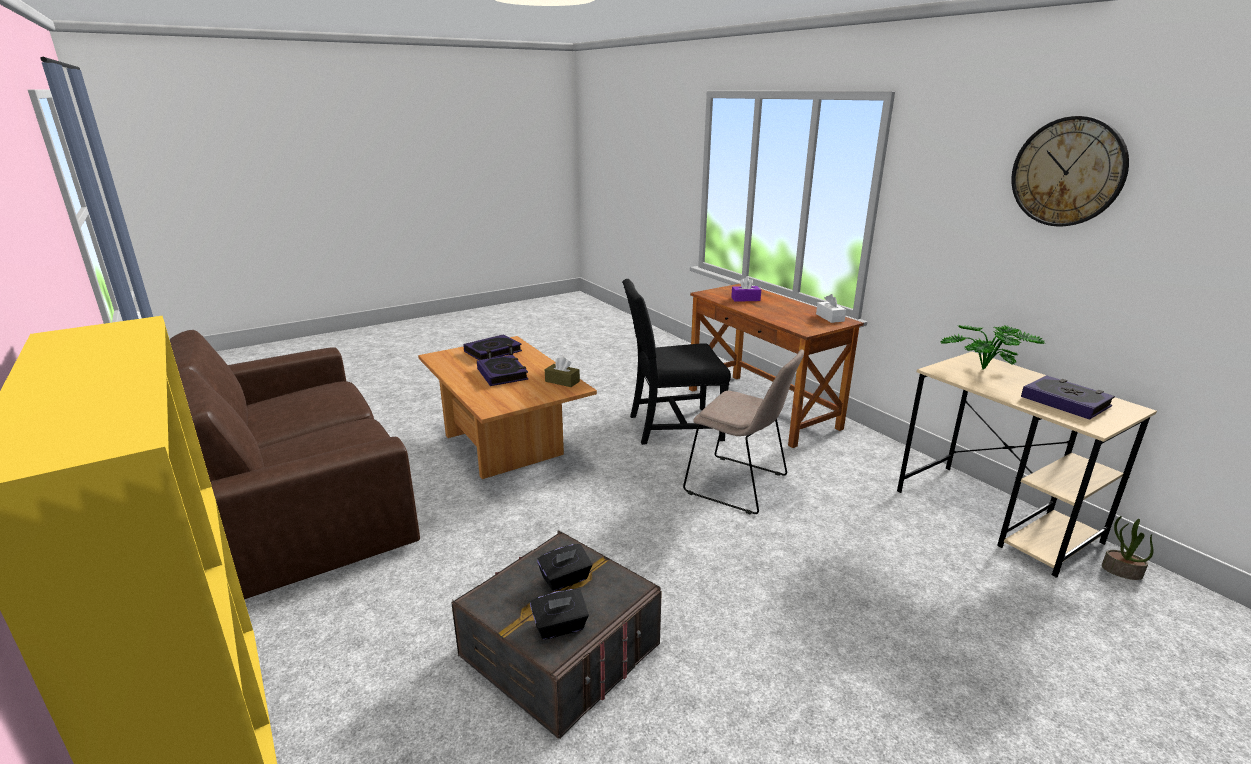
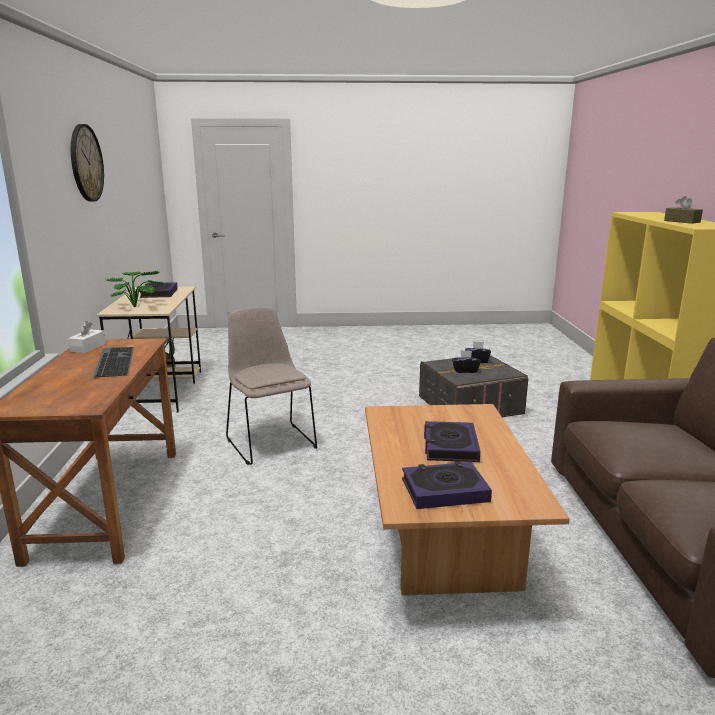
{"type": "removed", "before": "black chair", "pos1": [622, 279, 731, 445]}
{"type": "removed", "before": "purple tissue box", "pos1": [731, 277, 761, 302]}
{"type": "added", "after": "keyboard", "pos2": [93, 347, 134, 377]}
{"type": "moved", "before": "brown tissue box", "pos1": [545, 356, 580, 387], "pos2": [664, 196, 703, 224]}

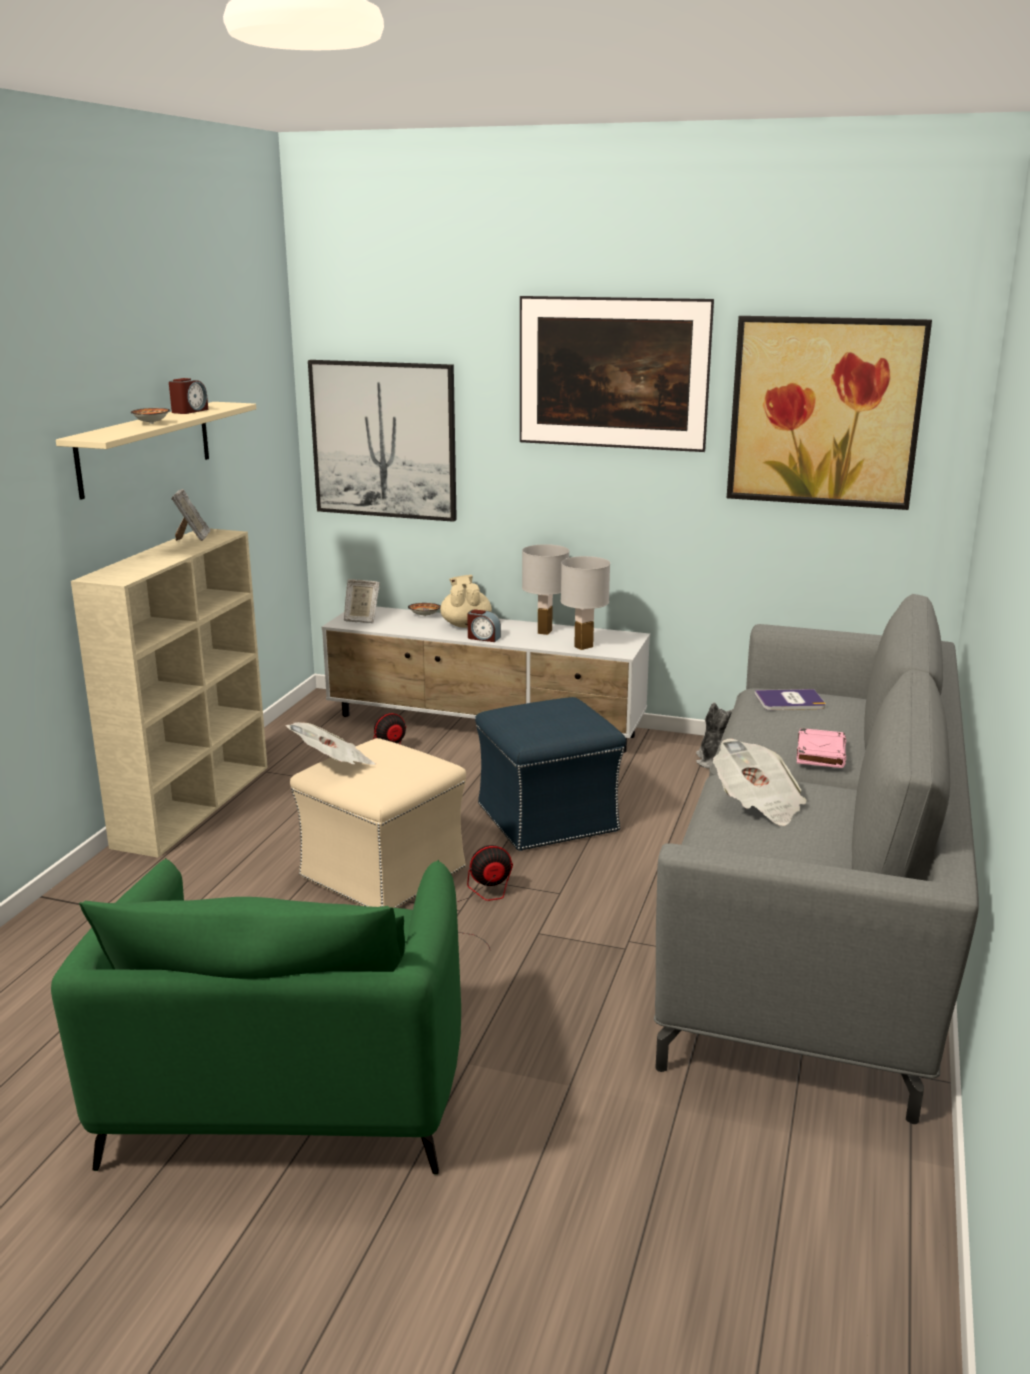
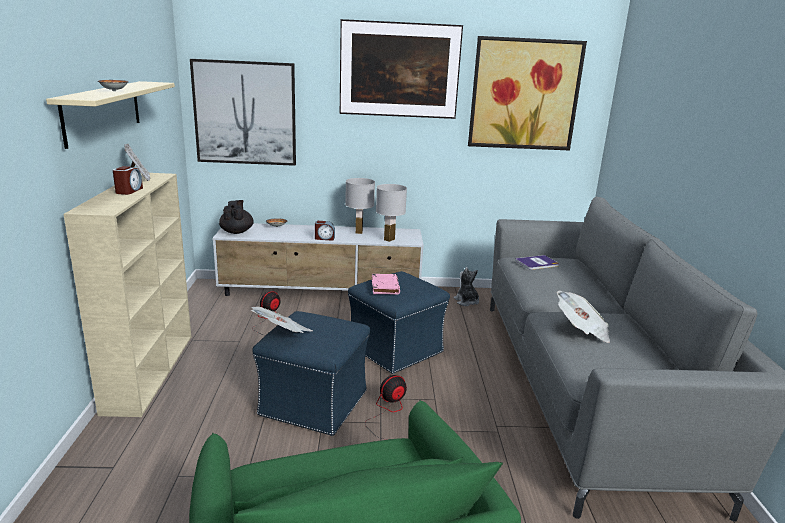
{"type": "removed", "before": "beige teapot", "pos1": [440, 575, 492, 628]}
{"type": "moved", "before": "alarm clock", "pos1": [169, 378, 208, 414], "pos2": [113, 166, 143, 195]}
{"type": "moved", "before": "pink book", "pos1": [796, 728, 846, 768], "pos2": [372, 274, 400, 294]}
{"type": "replaced", "before": "picture frame", "after": "black teapot", "pos1": [344, 579, 380, 623], "pos2": [219, 200, 254, 234]}
{"type": "recoloured", "before": "beige ottoman", "after": "blue ottoman", "pos1": [290, 738, 466, 908], "pos2": [252, 311, 370, 436]}

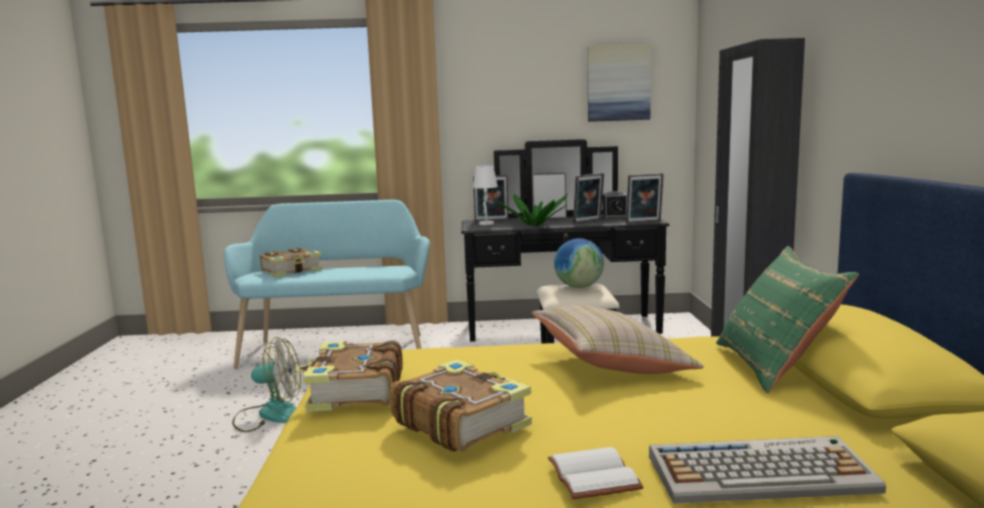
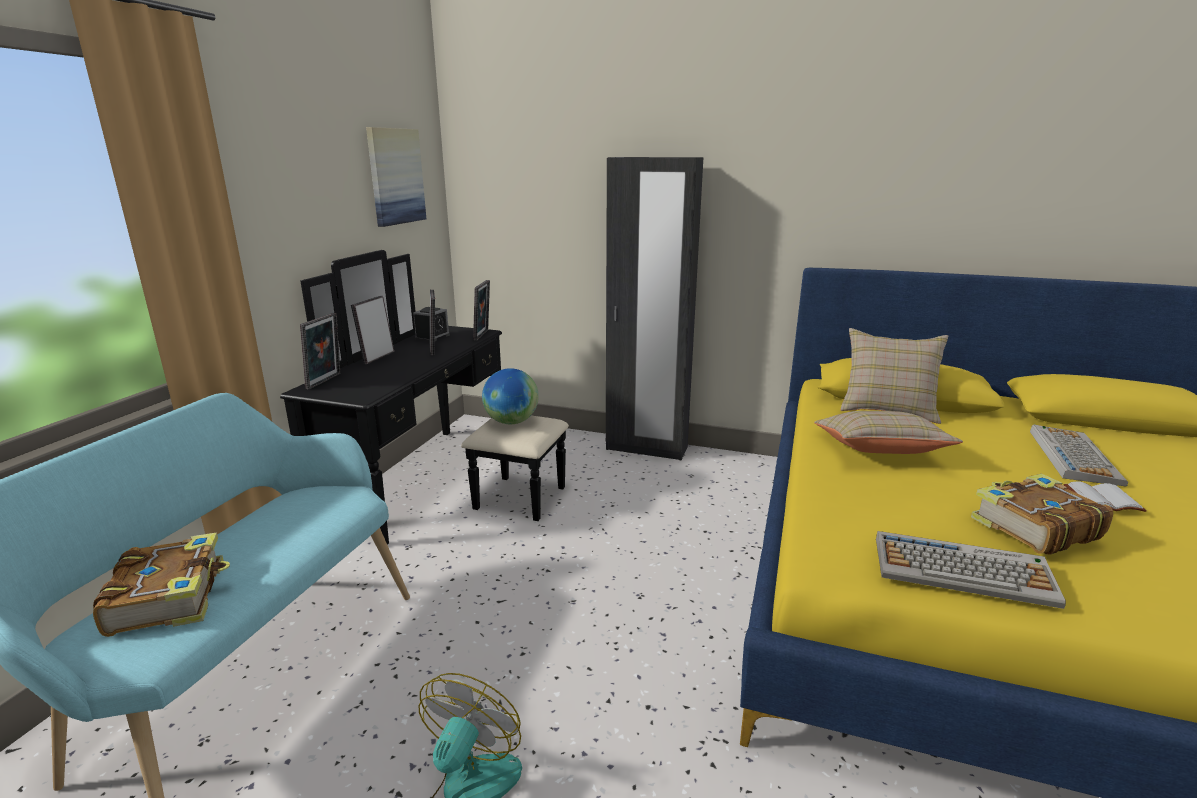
{"type": "removed", "before": "white table lamp", "pos1": [473, 165, 498, 225]}
{"type": "removed", "before": "potted plant", "pos1": [497, 193, 568, 226]}
{"type": "replaced", "before": "book", "after": "keyboard", "pos1": [296, 340, 403, 412], "pos2": [876, 531, 1066, 609]}
{"type": "recoloured", "before": "green pillow", "after": "beige pillow", "pos1": [716, 246, 859, 394], "pos2": [841, 328, 948, 424]}

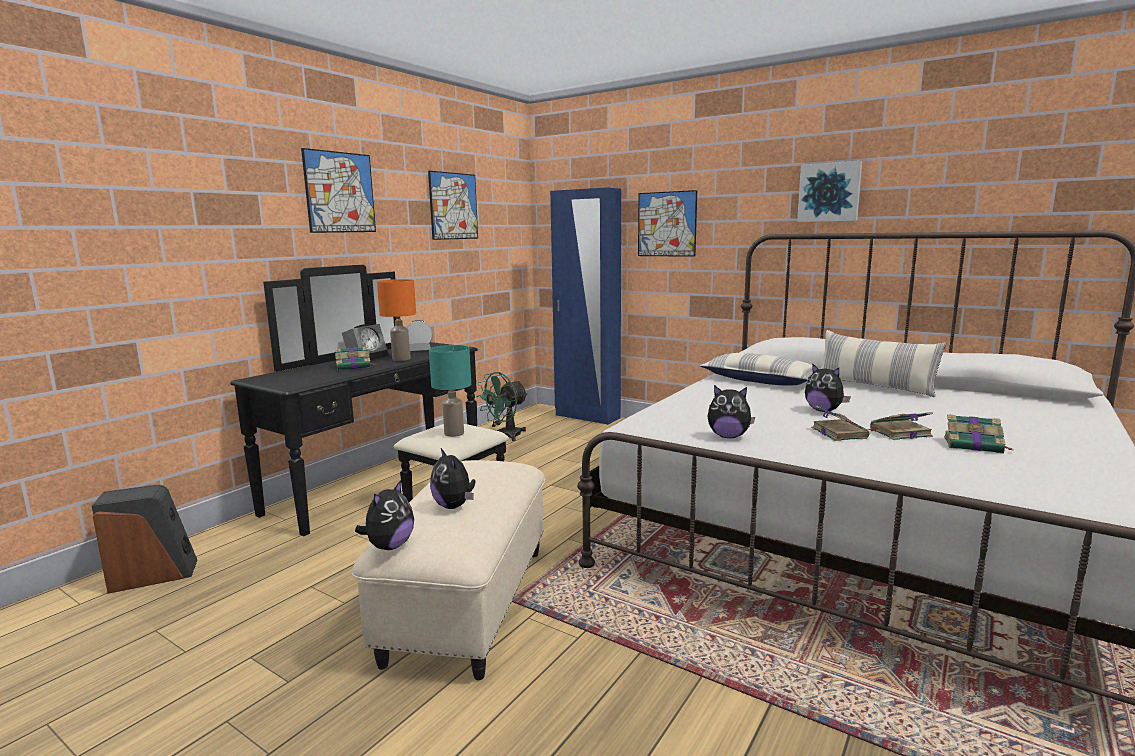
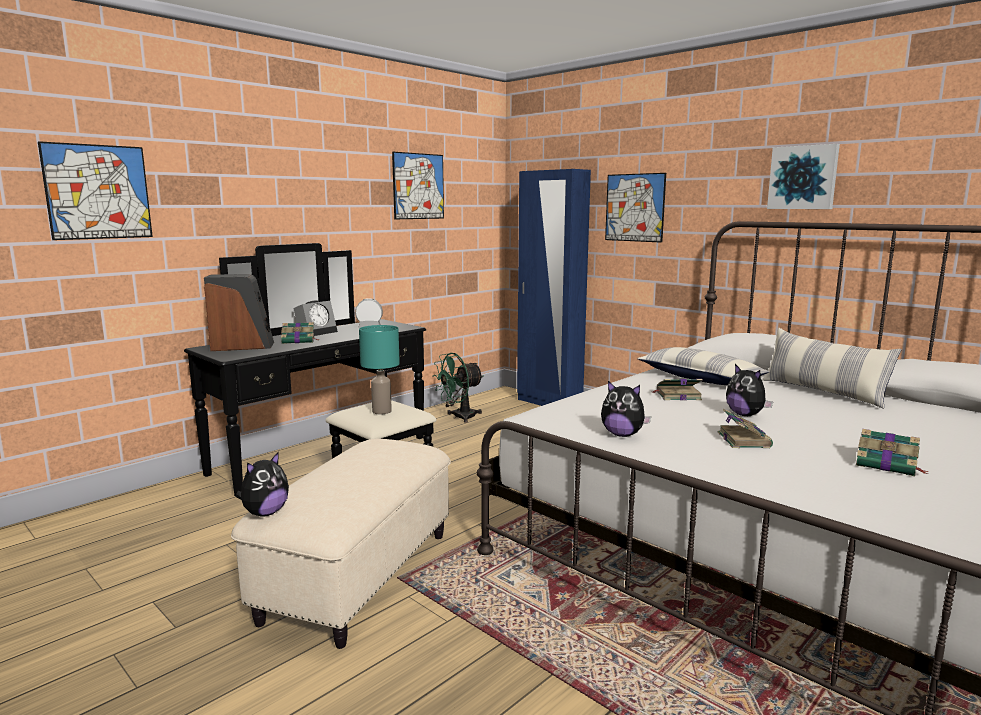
{"type": "removed", "before": "orange table lamp", "pos1": [377, 279, 416, 361]}
{"type": "removed", "before": "plush toy", "pos1": [430, 448, 475, 509]}
{"type": "moved", "before": "speaker", "pos1": [92, 485, 198, 594], "pos2": [204, 274, 274, 351]}
{"type": "moved", "before": "picture", "pos1": [301, 148, 376, 233], "pos2": [38, 141, 153, 240]}
{"type": "moved", "before": "book", "pos1": [868, 412, 933, 440], "pos2": [652, 379, 703, 400]}

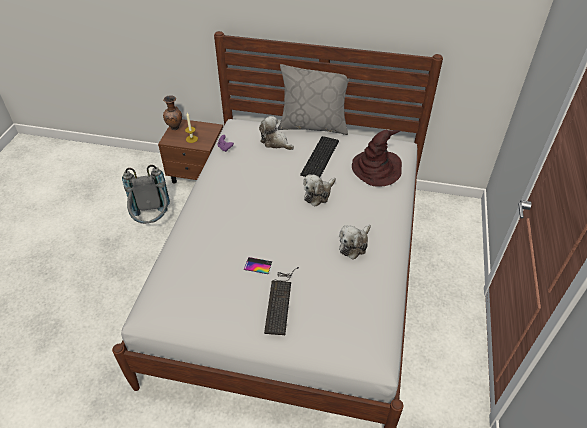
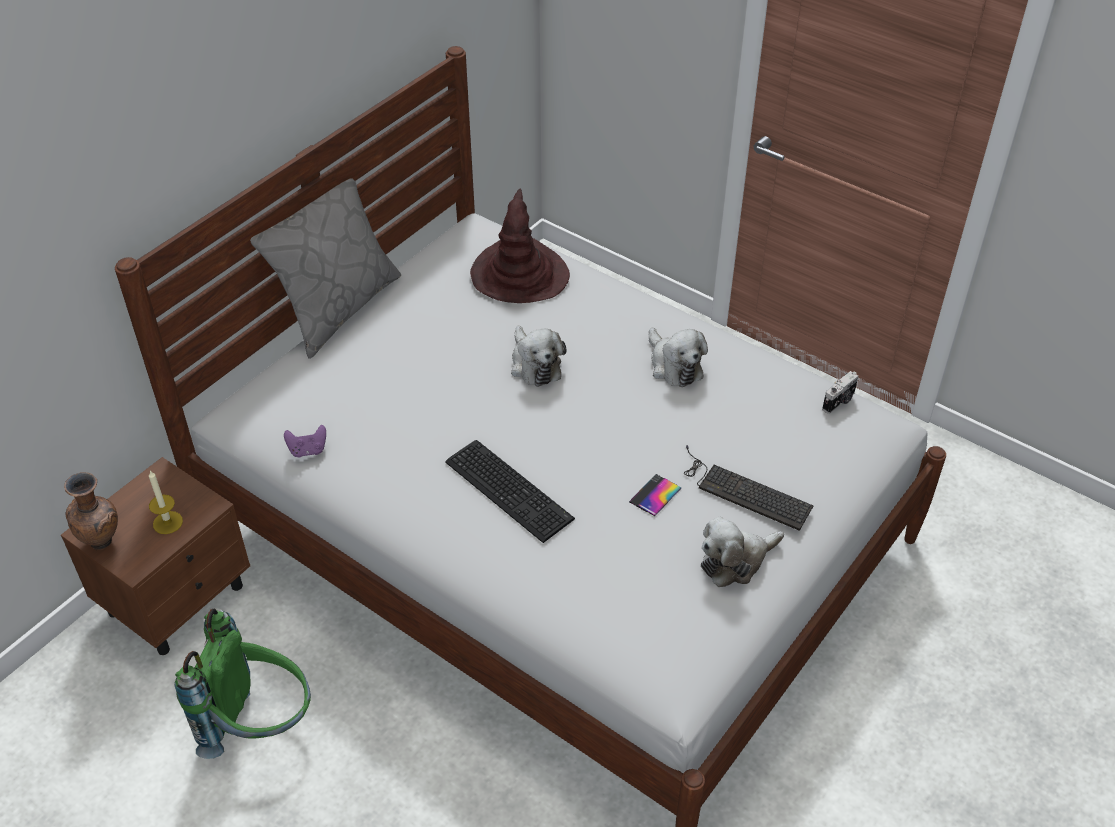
{"type": "added", "after": "photo camera", "pos2": [822, 371, 858, 414]}
{"type": "moved", "before": "plush toy", "pos1": [259, 116, 294, 150], "pos2": [701, 517, 784, 587]}
{"type": "moved", "before": "keyboard", "pos1": [300, 136, 339, 177], "pos2": [445, 440, 575, 543]}
{"type": "recoloured", "before": "grey backpack", "after": "green backpack", "pos1": [122, 165, 170, 224], "pos2": [174, 608, 311, 759]}

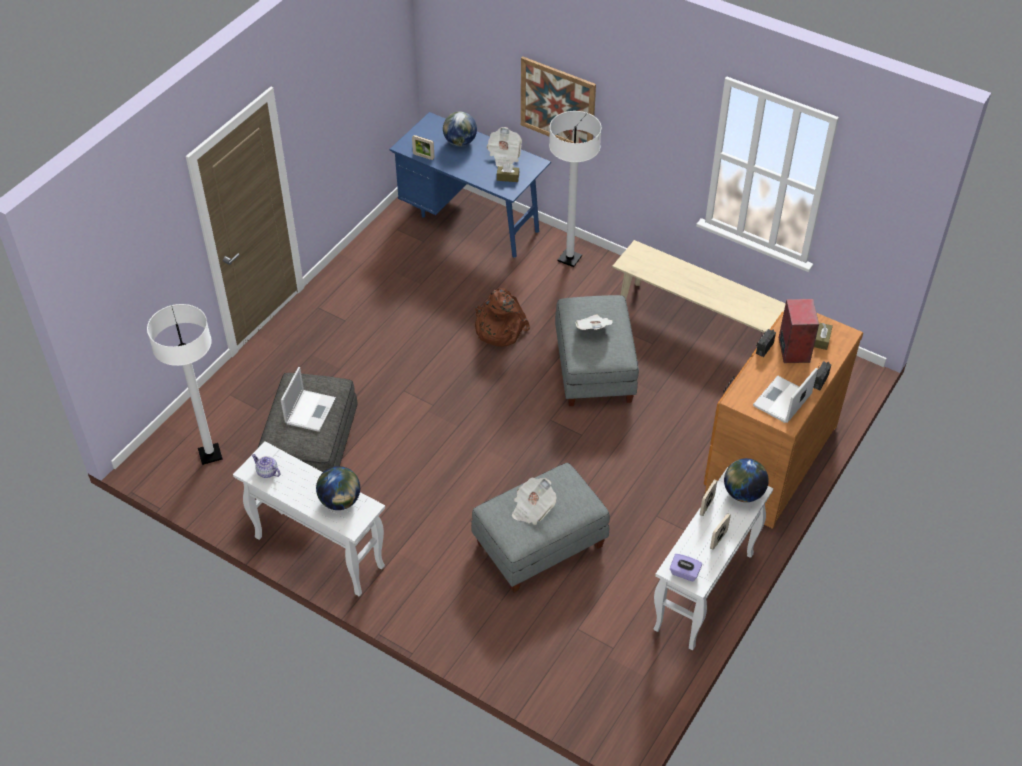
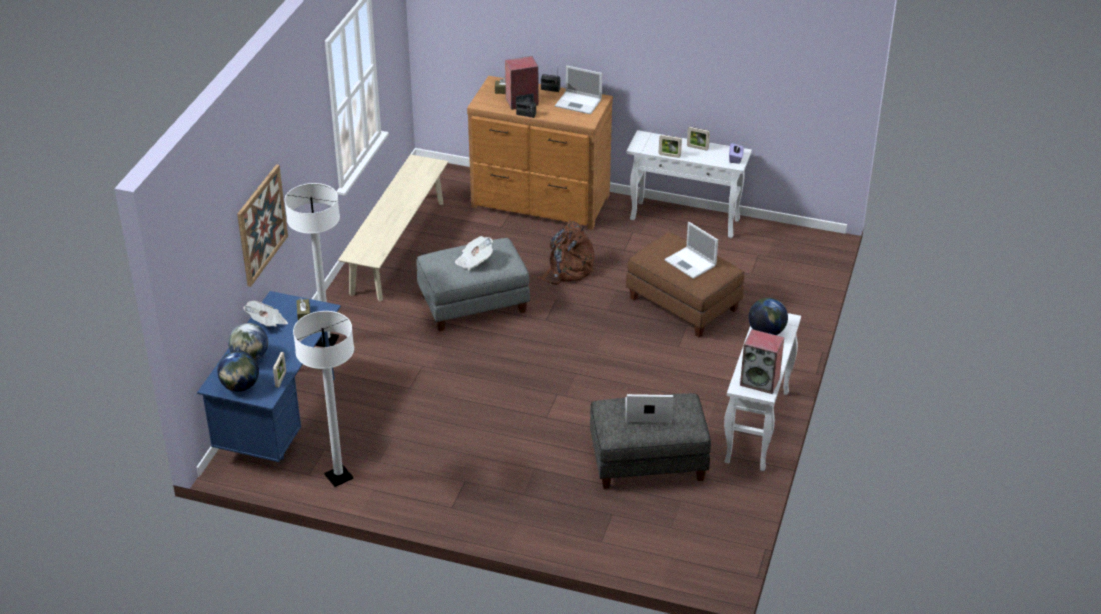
{"type": "moved", "before": "white floor lamp", "pos1": [147, 304, 223, 465], "pos2": [293, 311, 354, 487]}
{"type": "moved", "before": "brown backpack", "pos1": [475, 288, 530, 347], "pos2": [537, 220, 594, 285]}
{"type": "moved", "before": "globe", "pos1": [724, 458, 769, 502], "pos2": [218, 351, 259, 392]}
{"type": "replaced", "before": "teapot", "after": "speaker", "pos1": [252, 454, 281, 478], "pos2": [740, 329, 784, 394]}
{"type": "replaced", "before": "newspaper", "after": "laptop", "pos1": [512, 477, 556, 525], "pos2": [664, 222, 718, 279]}
{"type": "recoloured", "before": "grey ottoman", "after": "brown ottoman", "pos1": [471, 463, 610, 592], "pos2": [626, 233, 744, 338]}

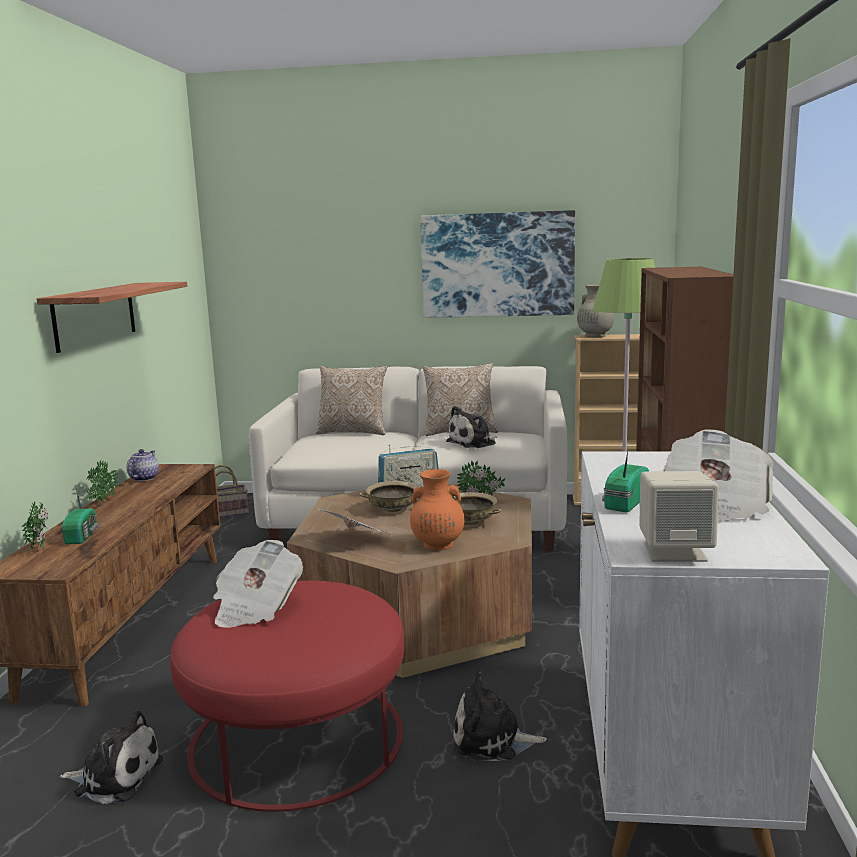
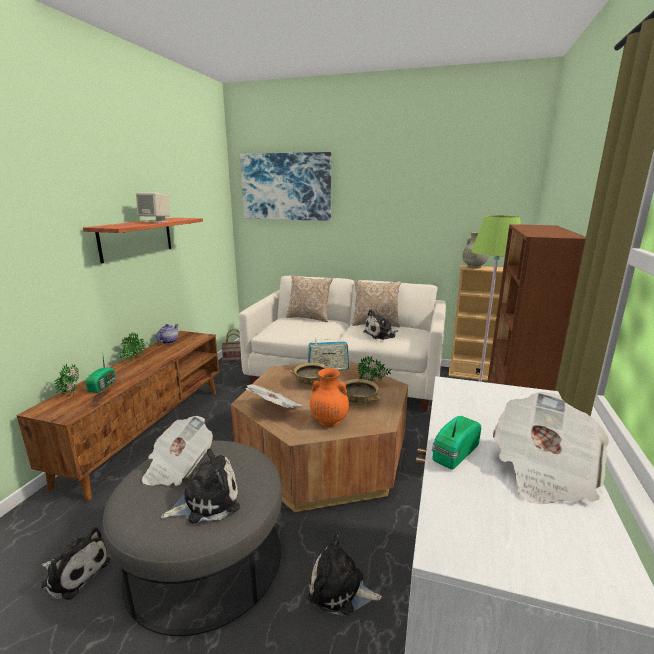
{"type": "added", "after": "plush toy", "pos2": [161, 449, 240, 524]}
{"type": "moved", "before": "picture", "pos1": [420, 210, 575, 318], "pos2": [240, 152, 331, 221]}
{"type": "moved", "before": "beige speaker", "pos1": [639, 471, 719, 562], "pos2": [136, 193, 170, 223]}
{"type": "recoloured", "before": "red ottoman", "after": "grey ottoman", "pos1": [170, 581, 404, 812], "pos2": [103, 440, 282, 636]}

